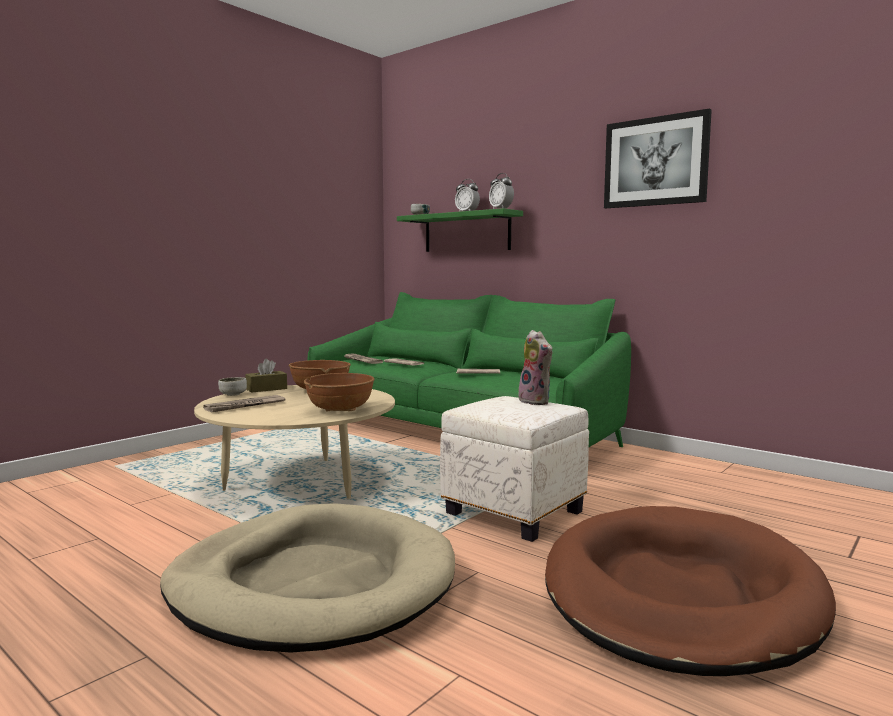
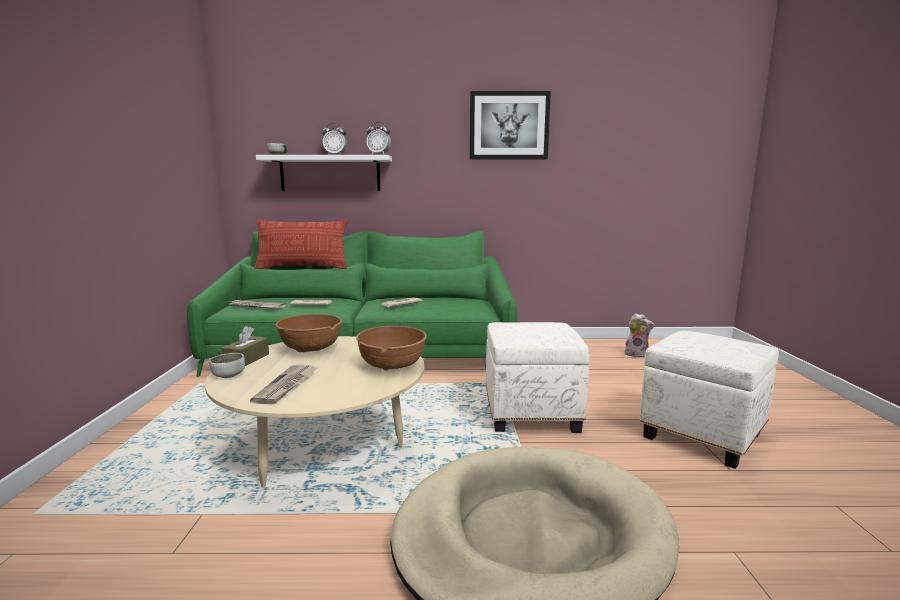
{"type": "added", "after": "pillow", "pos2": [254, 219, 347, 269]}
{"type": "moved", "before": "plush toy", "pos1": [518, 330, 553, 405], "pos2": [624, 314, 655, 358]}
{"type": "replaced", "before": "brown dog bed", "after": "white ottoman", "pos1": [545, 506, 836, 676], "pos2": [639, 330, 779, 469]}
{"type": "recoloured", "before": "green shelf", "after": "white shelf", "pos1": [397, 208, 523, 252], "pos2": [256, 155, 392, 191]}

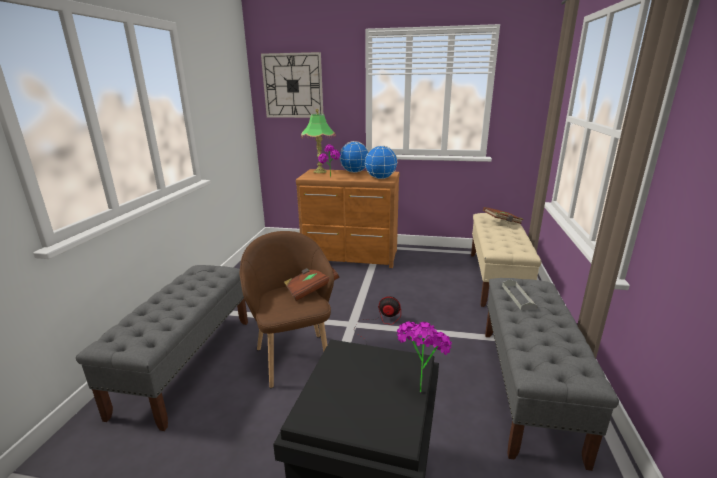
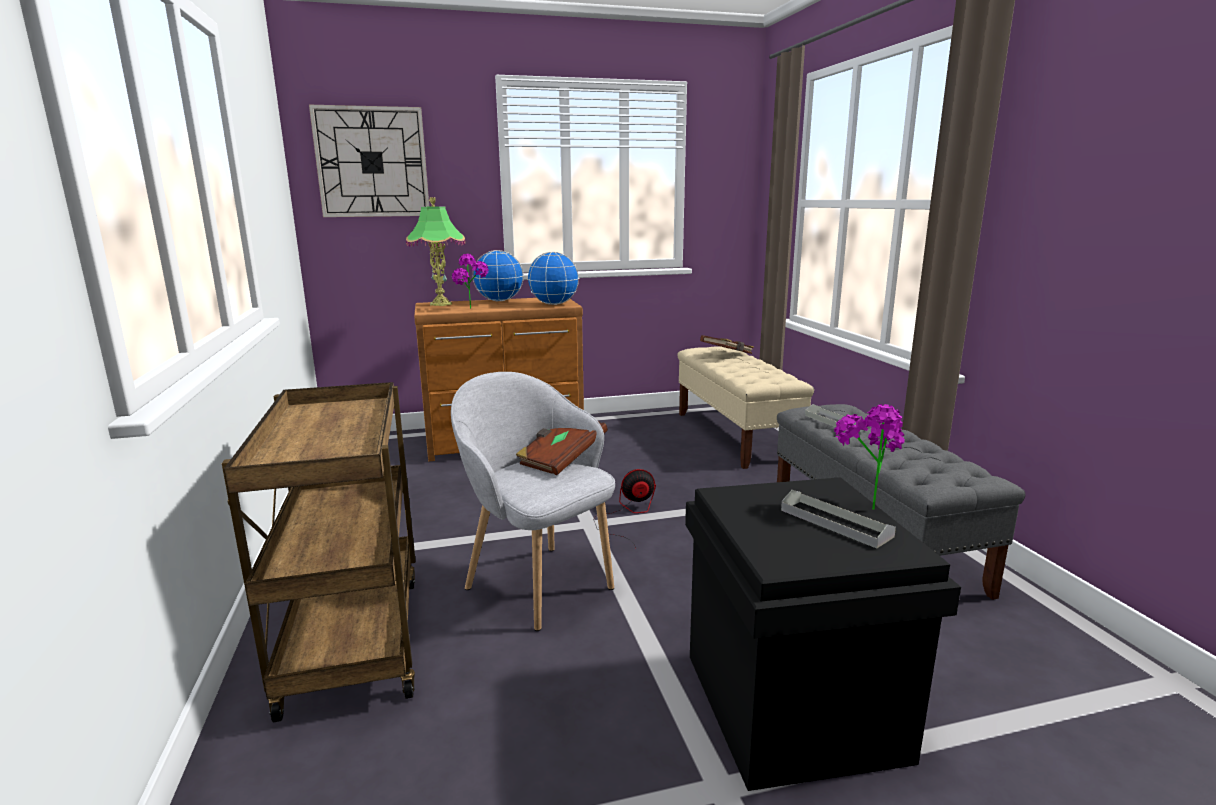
{"type": "added", "after": "grey tray", "pos2": [781, 490, 896, 548]}
{"type": "replaced", "before": "grey bench", "after": "brown cart", "pos1": [76, 265, 248, 431], "pos2": [222, 382, 415, 722]}
{"type": "recoloured", "before": "brown armchair", "after": "grey armchair", "pos1": [240, 231, 334, 388], "pos2": [451, 372, 615, 631]}

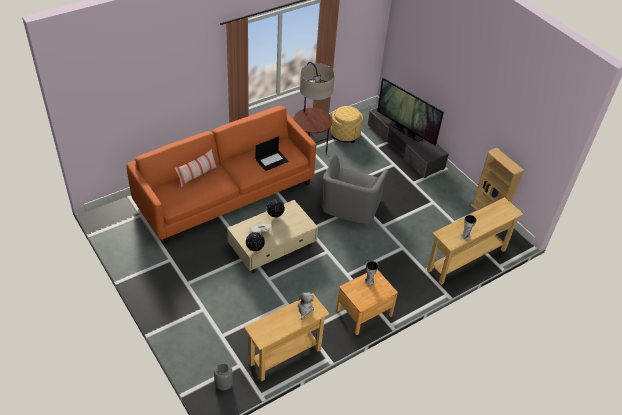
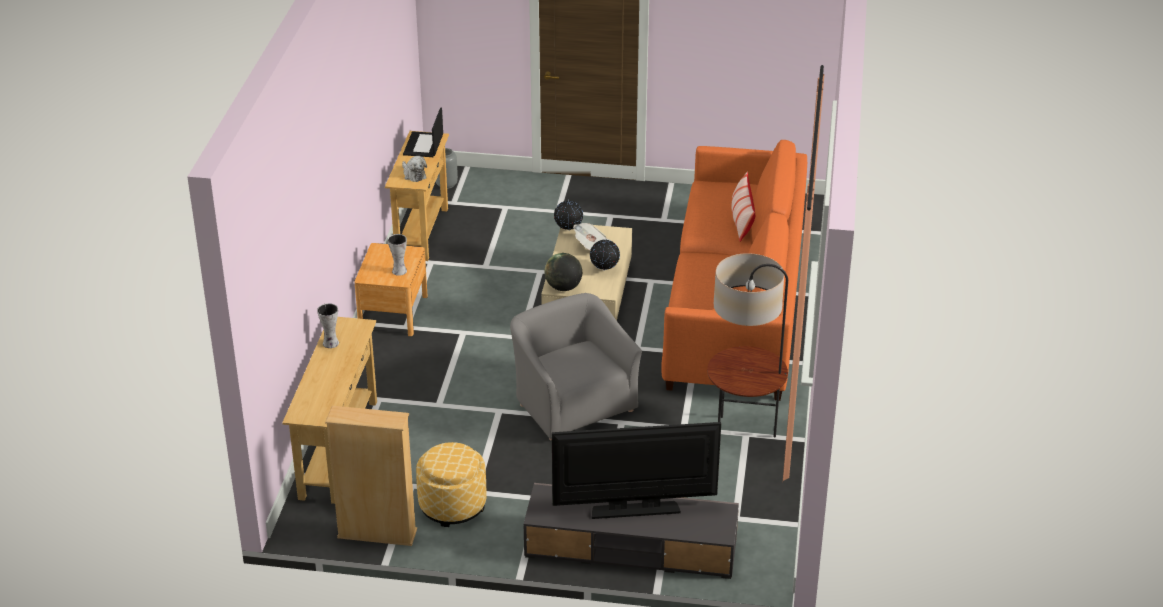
{"type": "added", "after": "globe", "pos2": [544, 253, 582, 291]}
{"type": "moved", "before": "laptop", "pos1": [256, 136, 288, 171], "pos2": [403, 107, 443, 157]}
{"type": "moved", "before": "ottoman", "pos1": [331, 106, 363, 143], "pos2": [416, 442, 486, 527]}

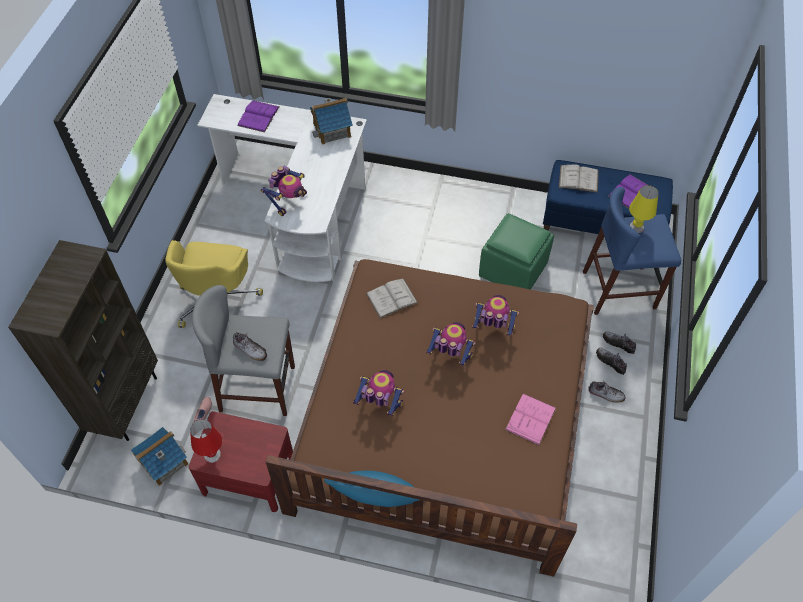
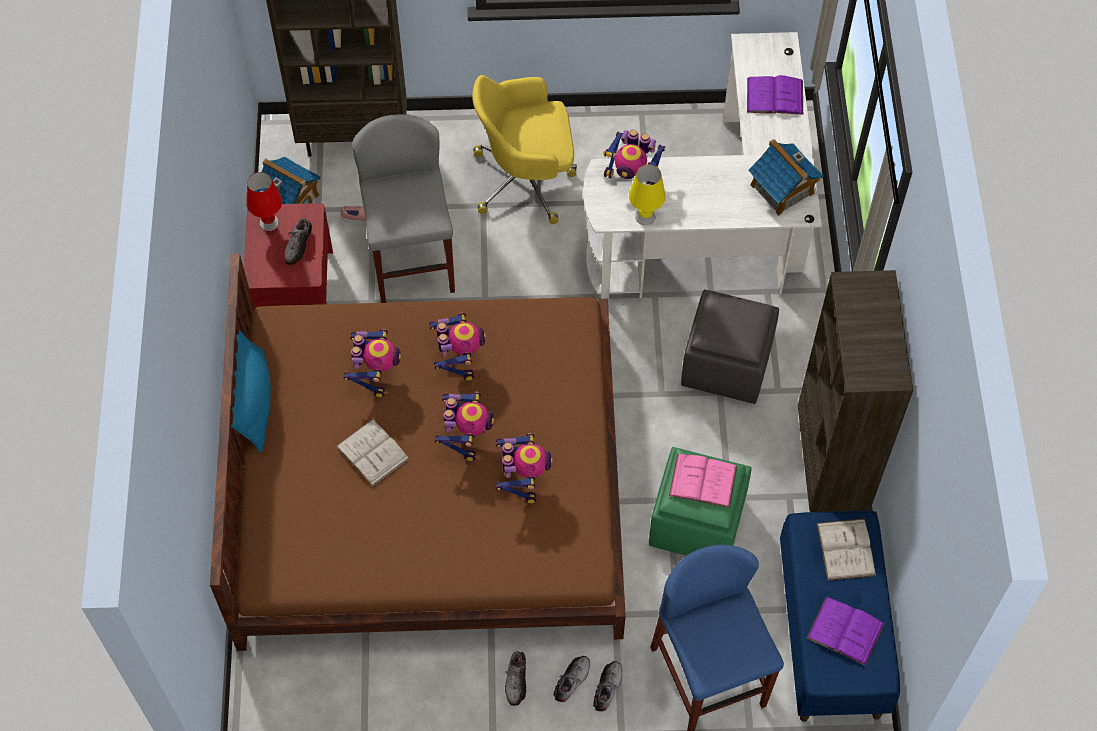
{"type": "added", "after": "toy robot", "pos2": [429, 312, 486, 381]}
{"type": "added", "after": "grey ottoman", "pos2": [681, 290, 779, 404]}
{"type": "added", "after": "brown bookcase", "pos2": [798, 270, 913, 512]}
{"type": "moved", "before": "shoe", "pos1": [233, 333, 267, 361], "pos2": [284, 218, 312, 265]}
{"type": "moved", "before": "white book", "pos1": [366, 279, 418, 319], "pos2": [336, 419, 410, 487]}
{"type": "moved", "before": "pink book", "pos1": [505, 393, 556, 446], "pos2": [669, 454, 737, 508]}
{"type": "moved", "before": "yellow table lamp", "pos1": [629, 185, 659, 233], "pos2": [629, 165, 665, 226]}

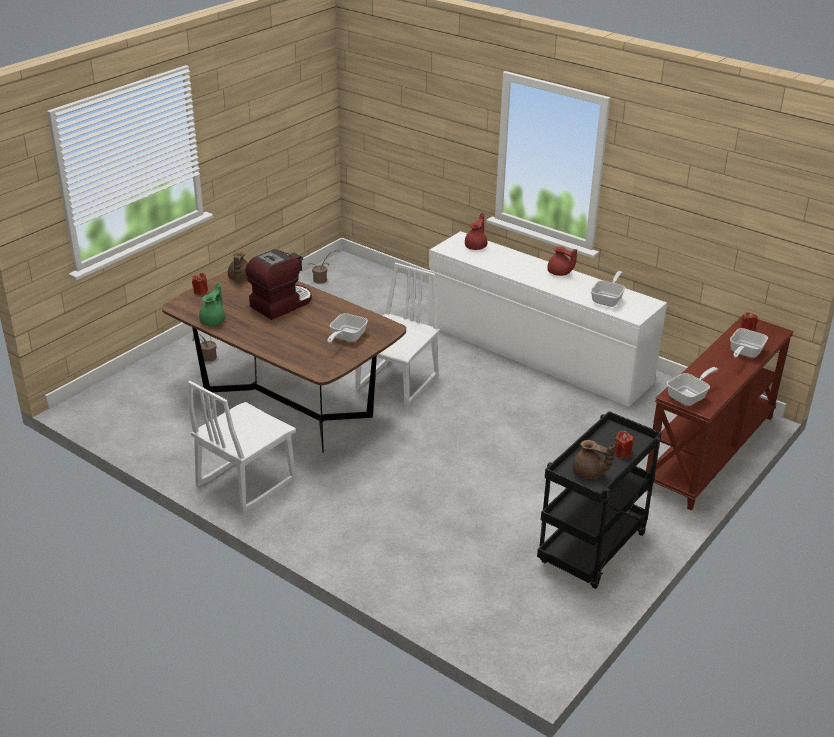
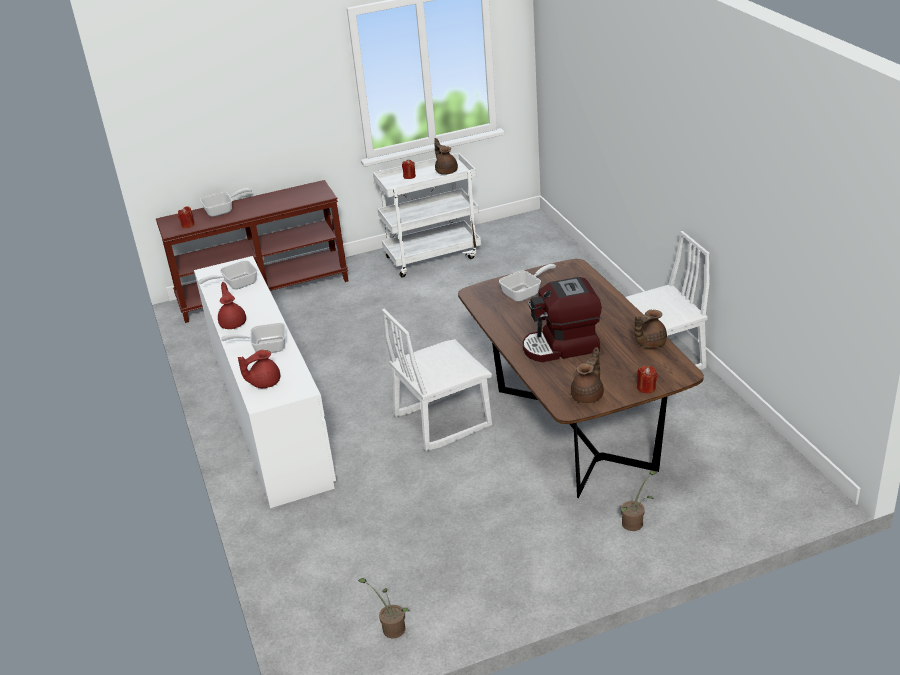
{"type": "moved", "before": "frying pan", "pos1": [667, 367, 718, 406], "pos2": [221, 323, 286, 353]}
{"type": "recoloured", "before": "green teapot", "after": "brown teapot", "pos1": [199, 282, 225, 326], "pos2": [634, 310, 667, 348]}
{"type": "recoloured", "before": "black cart", "after": "white cart", "pos1": [537, 411, 662, 589], "pos2": [373, 153, 481, 277]}

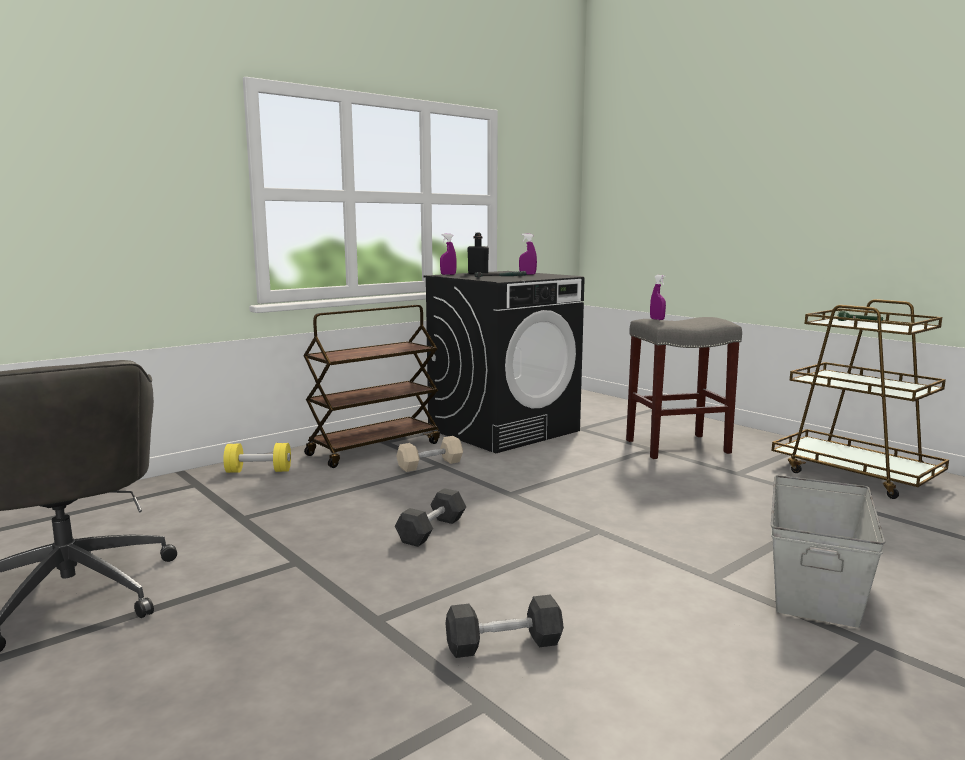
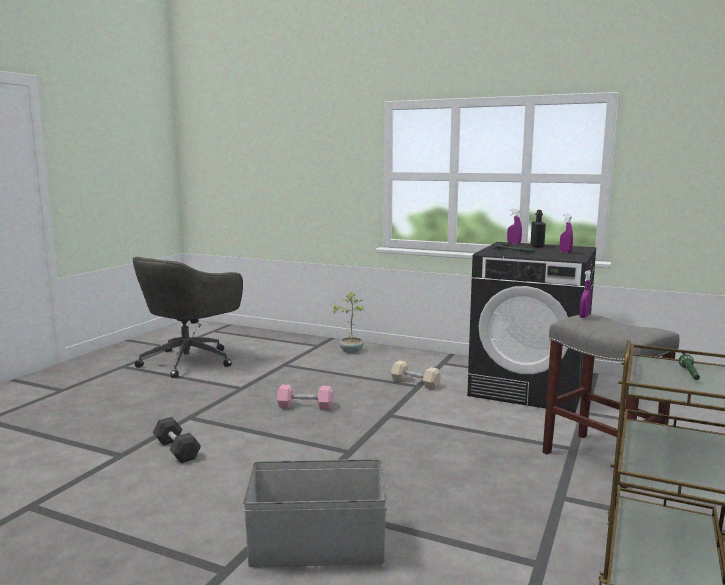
{"type": "removed", "before": "brown cart", "pos1": [303, 305, 440, 468]}
{"type": "replaced", "before": "yellow dumbbell", "after": "potted plant", "pos1": [223, 443, 291, 473], "pos2": [331, 291, 364, 353]}
{"type": "recoloured", "before": "black dumbbell", "after": "pink dumbbell", "pos1": [395, 488, 466, 547], "pos2": [277, 385, 333, 410]}

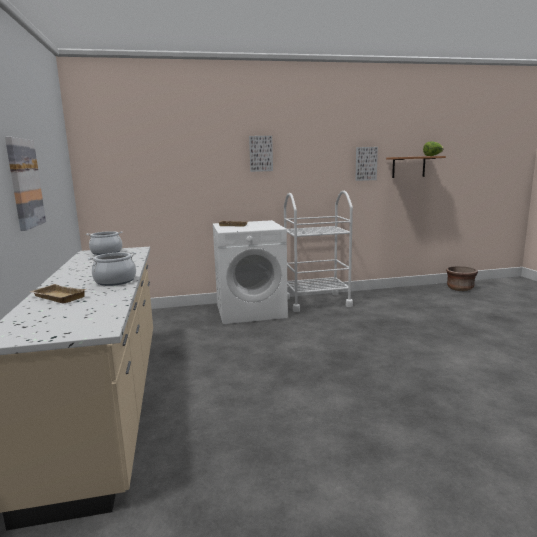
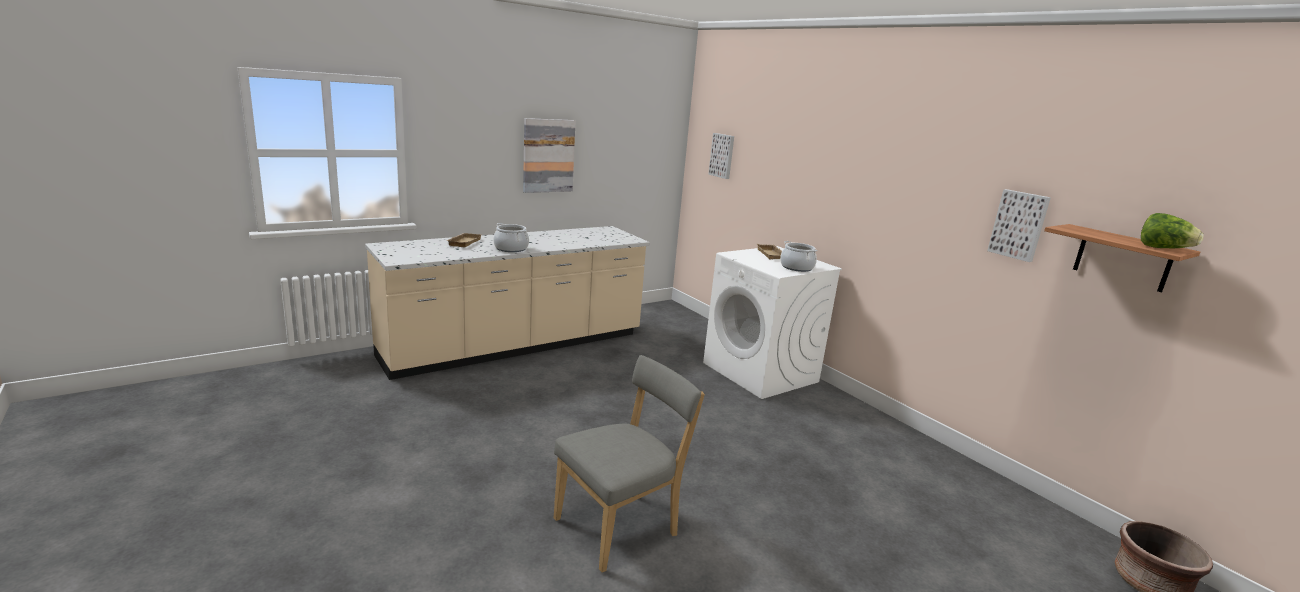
{"type": "removed", "before": "white cart", "pos1": [284, 191, 353, 312]}
{"type": "added", "after": "grey chair", "pos2": [554, 355, 705, 573]}
{"type": "moved", "before": "cooking pot", "pos1": [86, 231, 122, 255], "pos2": [780, 241, 818, 272]}
{"type": "moved", "before": "picture", "pos1": [249, 136, 273, 172], "pos2": [708, 133, 734, 179]}

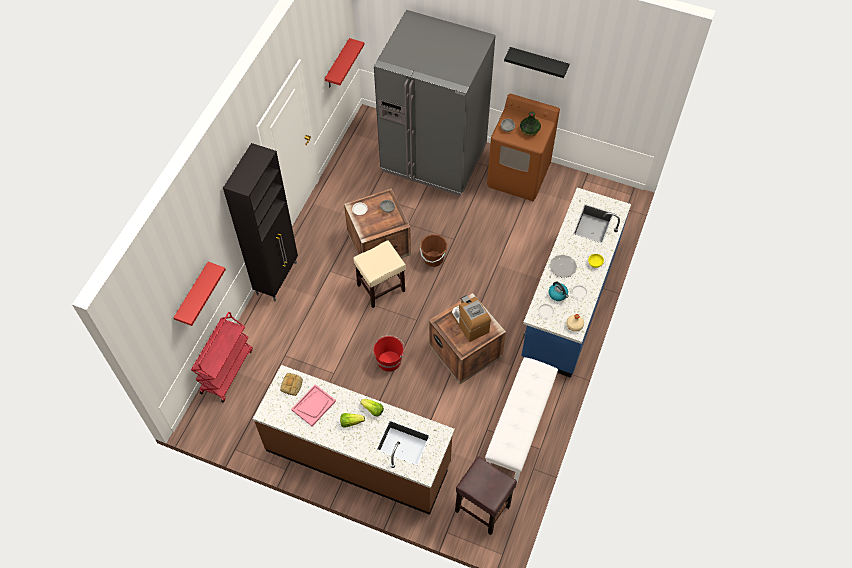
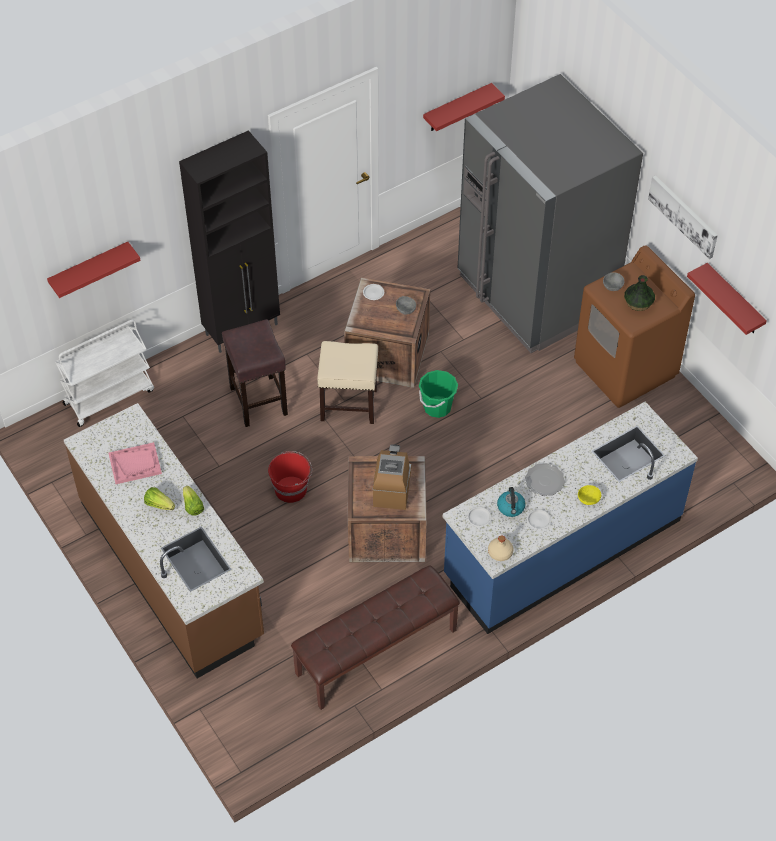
{"type": "removed", "before": "bread", "pos1": [280, 373, 303, 396]}
{"type": "added", "after": "red shelf", "pos2": [687, 263, 767, 335]}
{"type": "moved", "before": "brown stool", "pos1": [455, 456, 517, 535], "pos2": [222, 319, 288, 427]}
{"type": "replaced", "before": "black shelf", "after": "picture", "pos1": [504, 47, 569, 78], "pos2": [648, 175, 718, 259]}
{"type": "recoloured", "before": "red cart", "after": "white cart", "pos1": [191, 312, 253, 403], "pos2": [55, 319, 154, 427]}
{"type": "recoloured", "before": "brown bucket", "after": "green bucket", "pos1": [420, 234, 448, 267], "pos2": [419, 370, 458, 418]}
{"type": "recoloured", "before": "white bench", "after": "brown bench", "pos1": [485, 357, 558, 485], "pos2": [291, 565, 460, 710]}

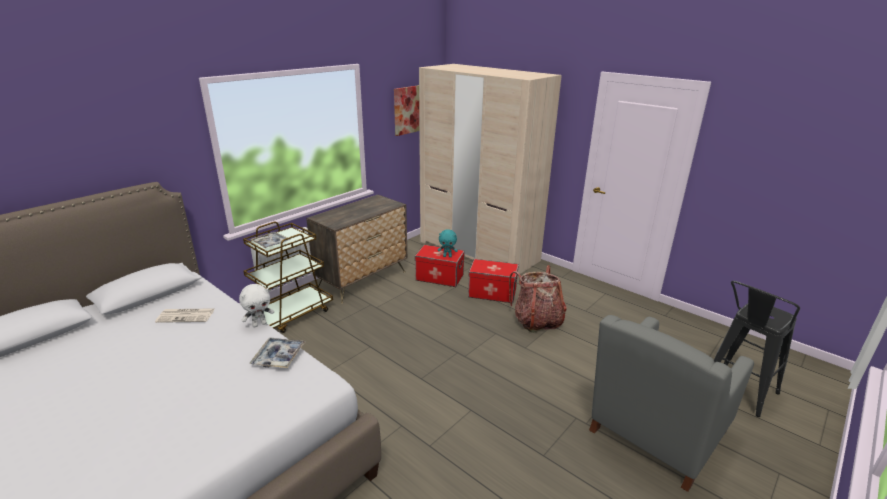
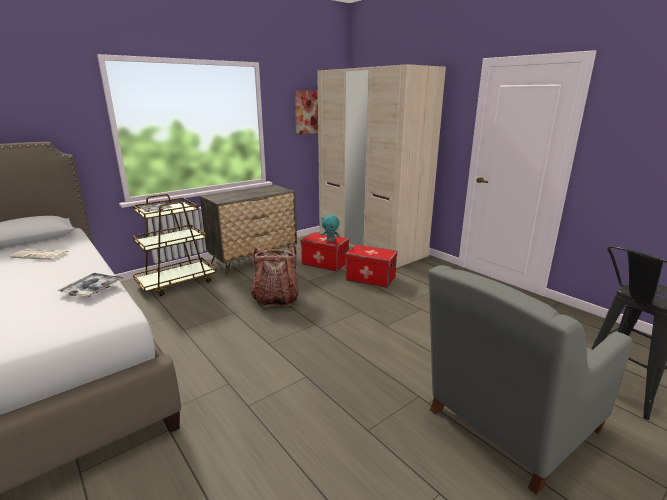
{"type": "removed", "before": "white plush toy", "pos1": [239, 284, 274, 328]}
{"type": "moved", "before": "backpack", "pos1": [509, 265, 567, 333], "pos2": [251, 244, 299, 308]}

